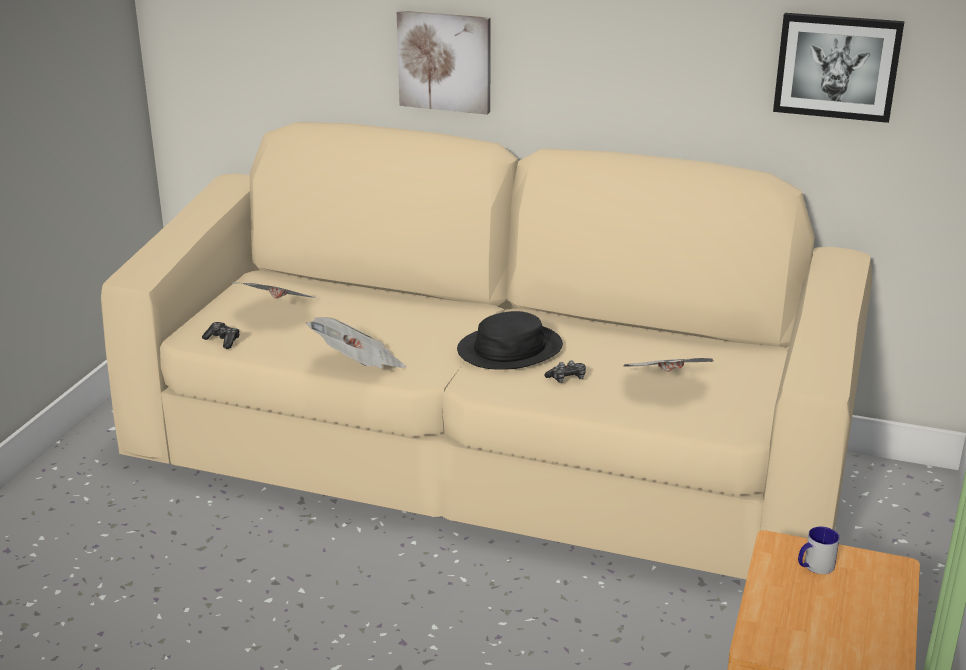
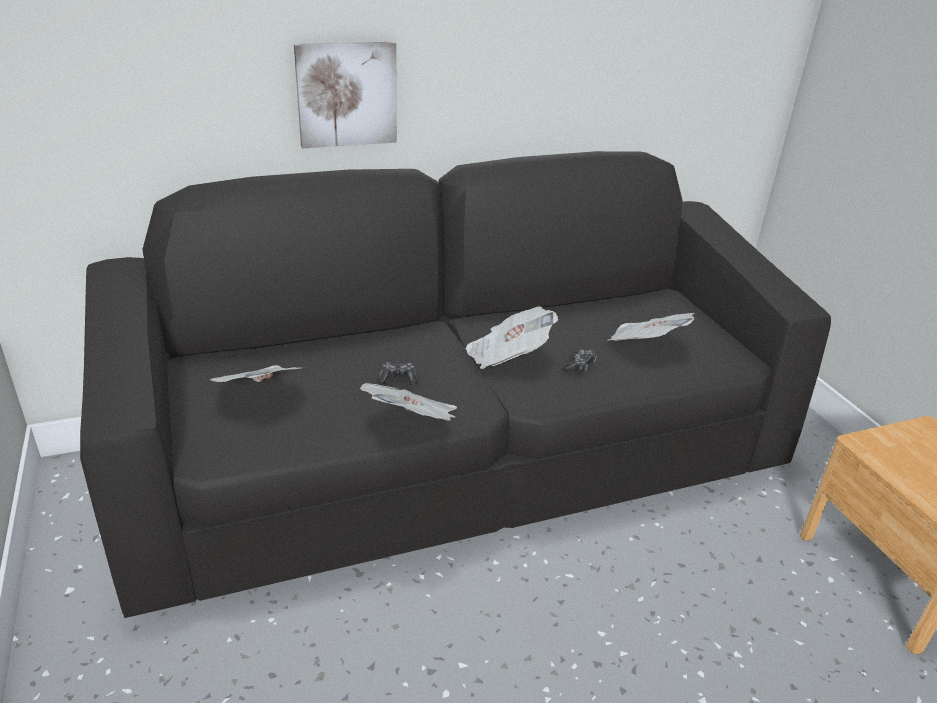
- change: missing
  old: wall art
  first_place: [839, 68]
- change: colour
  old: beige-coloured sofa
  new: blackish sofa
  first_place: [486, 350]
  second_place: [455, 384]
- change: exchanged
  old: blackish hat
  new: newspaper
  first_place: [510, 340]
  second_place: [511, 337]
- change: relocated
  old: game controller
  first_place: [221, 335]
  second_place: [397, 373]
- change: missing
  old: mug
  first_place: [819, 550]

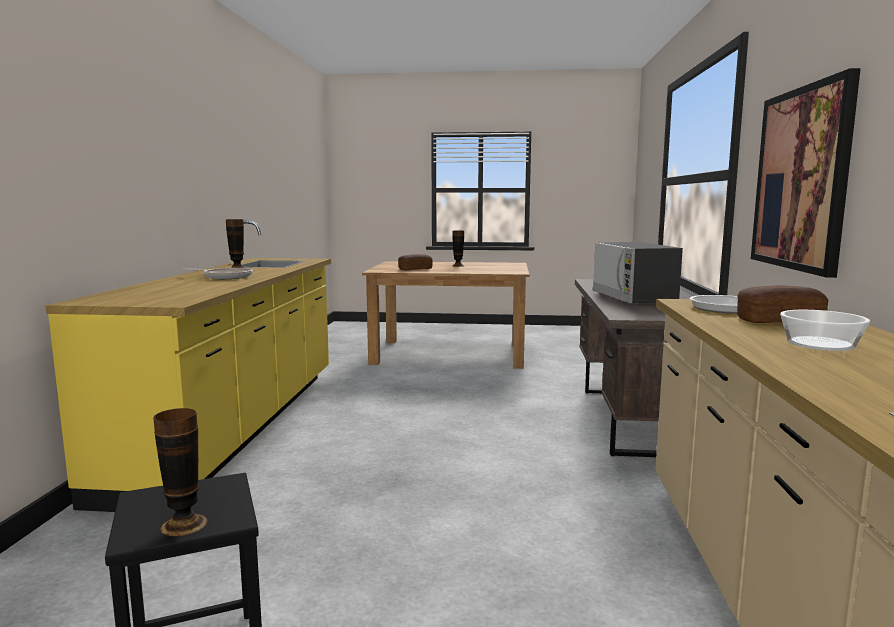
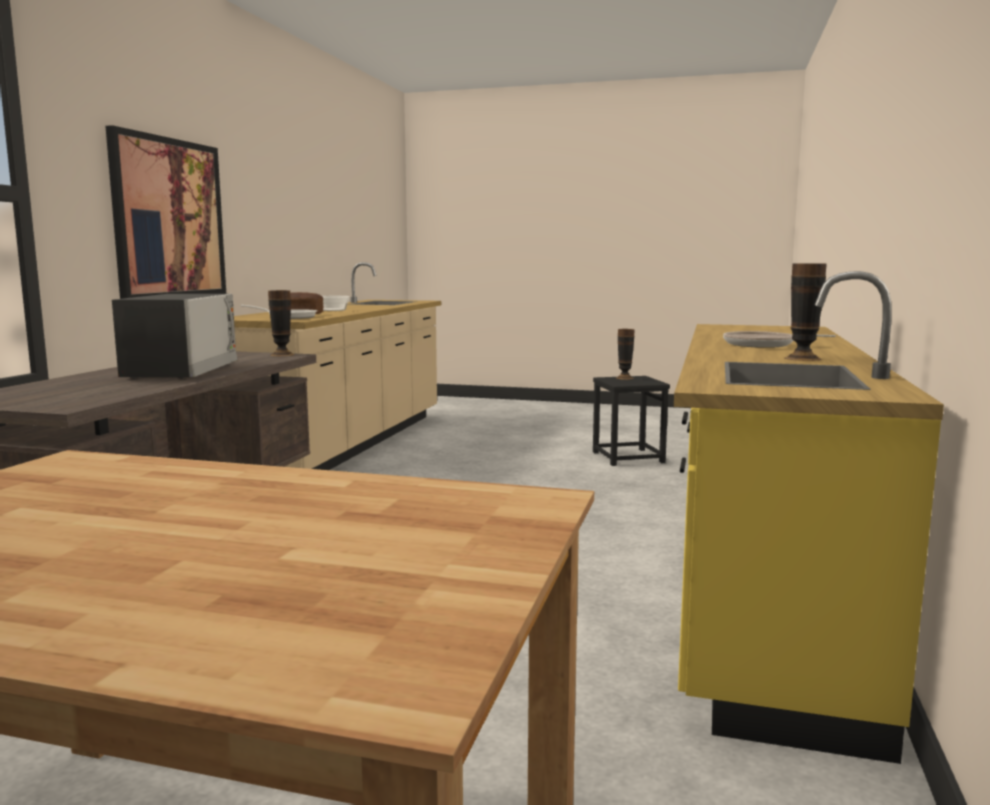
- change: relocated
  old: vase
  first_place: [458, 249]
  second_place: [281, 323]
- change: missing
  old: bakery bread
  first_place: [415, 262]

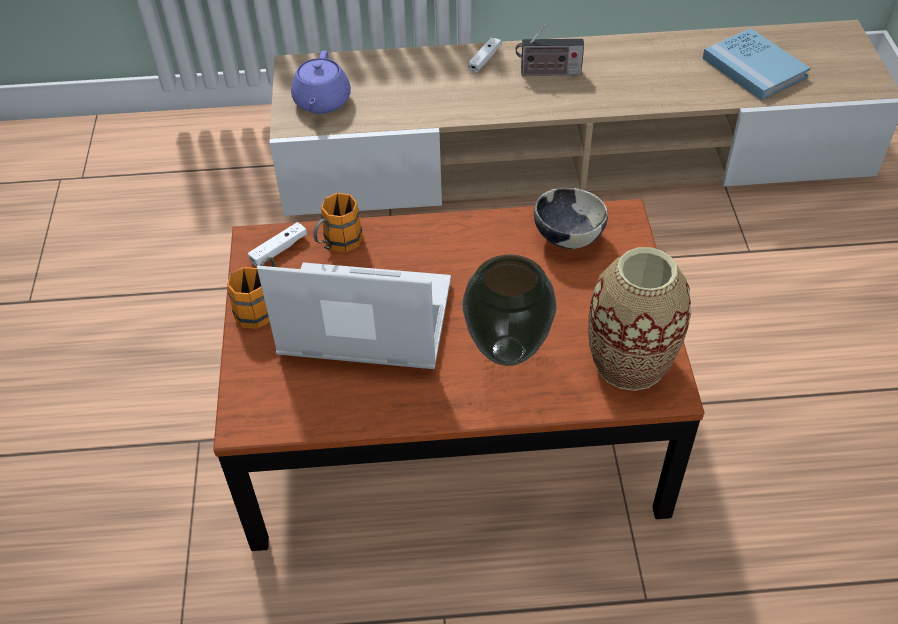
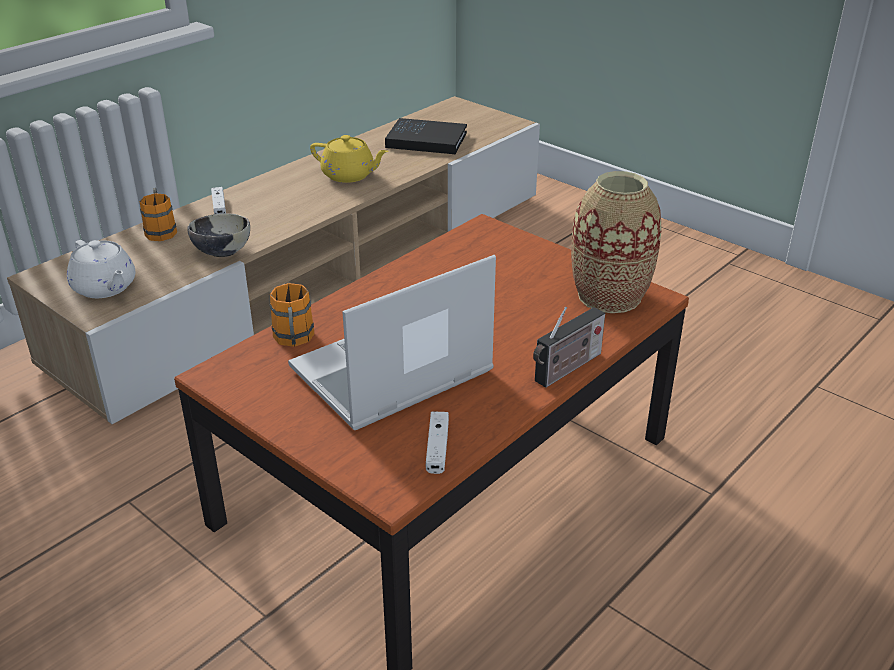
- change: relocated
  old: radio set
  first_place: [550, 50]
  second_place: [569, 347]
- change: colour
  old: blue book
  new: blackish book
  first_place: [756, 64]
  second_place: [426, 136]
- change: colour
  old: purple teapot
  new: white teapot
  first_place: [321, 82]
  second_place: [101, 269]
- change: relocated
  old: serving bowl
  first_place: [571, 218]
  second_place: [218, 235]
- change: relocated
  old: white game controller
  first_place: [277, 244]
  second_place: [437, 442]
- change: missing
  old: vase
  first_place: [509, 310]
- change: relocated
  old: orange mug
  first_place: [251, 293]
  second_place: [158, 214]
- change: appeared
  new: yellowish teapot
  second_place: [349, 159]

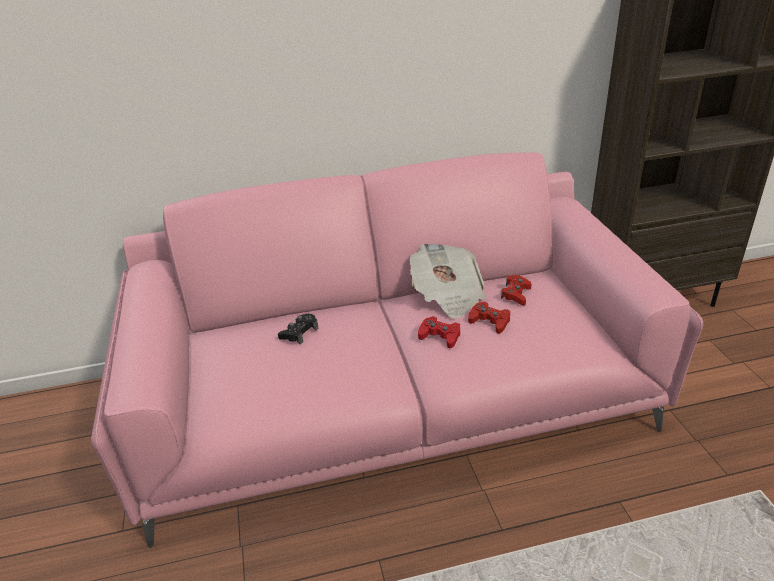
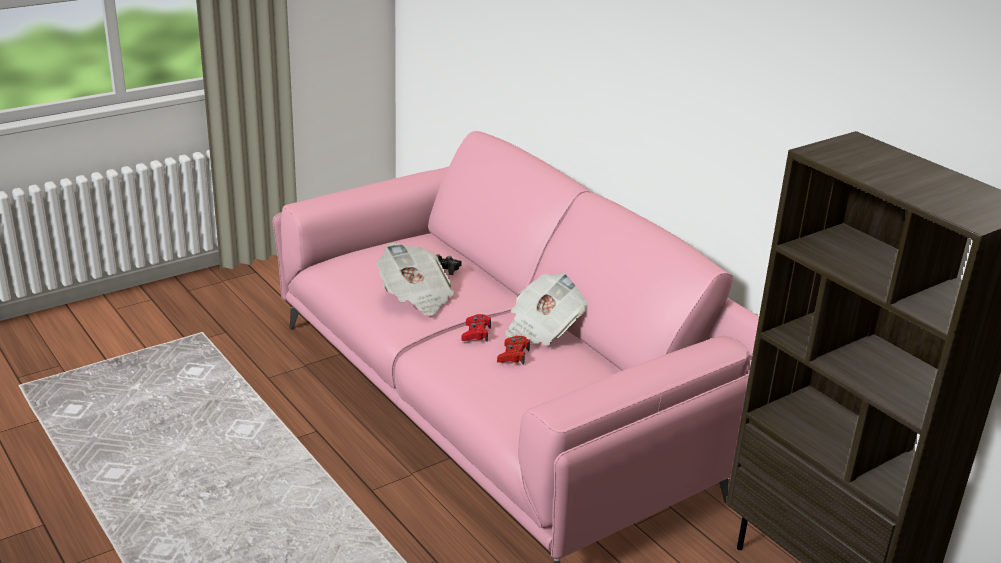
- change: missing
  old: red game controller
  first_place: [516, 290]
- change: appeared
  new: newspaper
  second_place: [416, 279]

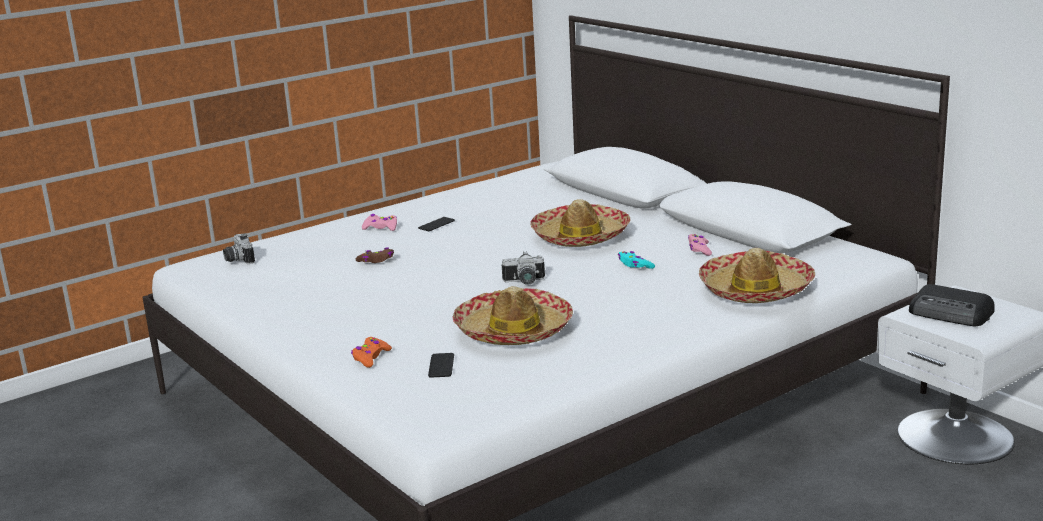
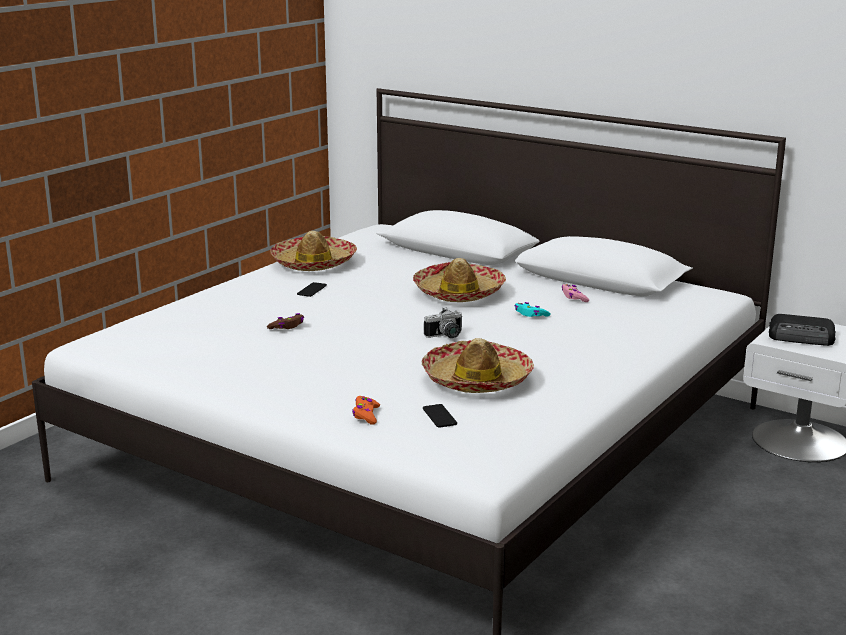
- change: missing
  old: pinkish game controller
  first_place: [379, 222]
- change: missing
  old: photo camera
  first_place: [239, 248]
- change: relocated
  old: hat
  first_place: [757, 275]
  second_place: [313, 251]

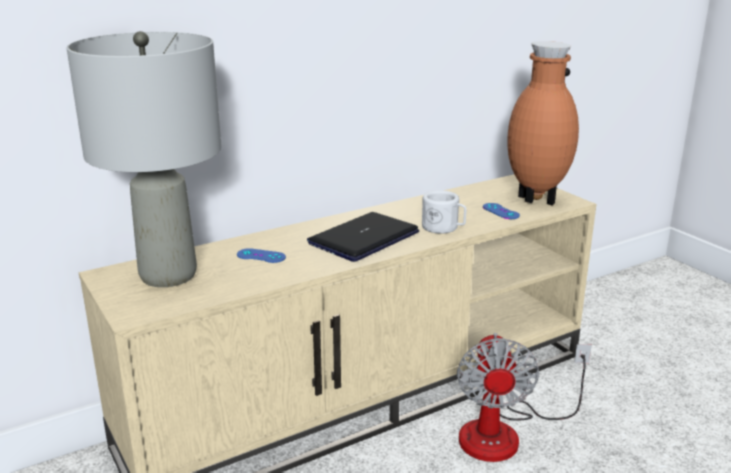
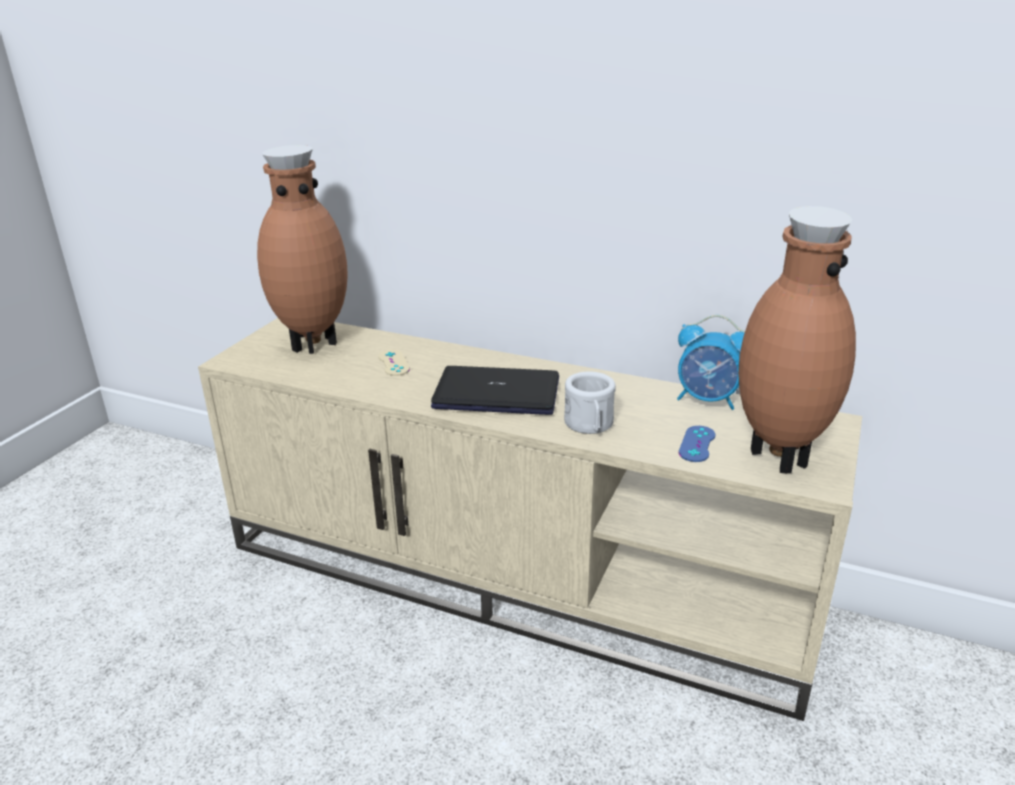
- change: exchanged
  old: grey table lamp
  new: brownish vase
  first_place: [144, 159]
  second_place: [302, 249]
- change: colour
  old: blue game controller
  new: beige-coloured game controller
  first_place: [261, 255]
  second_place: [394, 363]
- change: missing
  old: fan
  first_place: [524, 397]
- change: appeared
  new: table clock
  second_place: [711, 362]

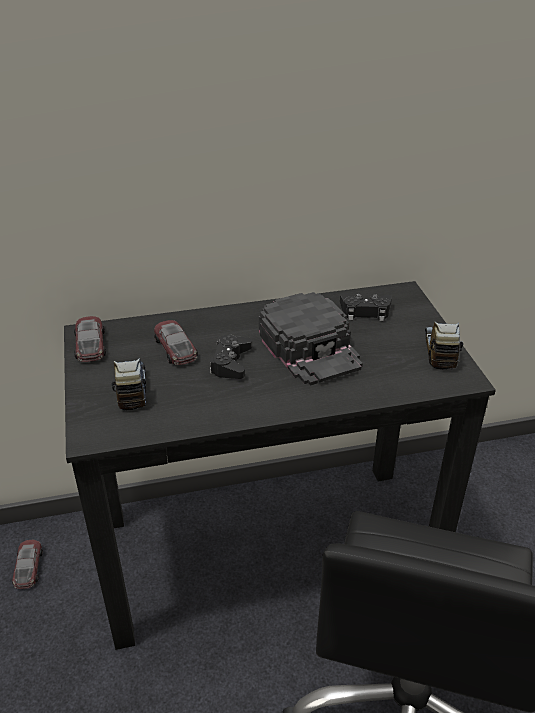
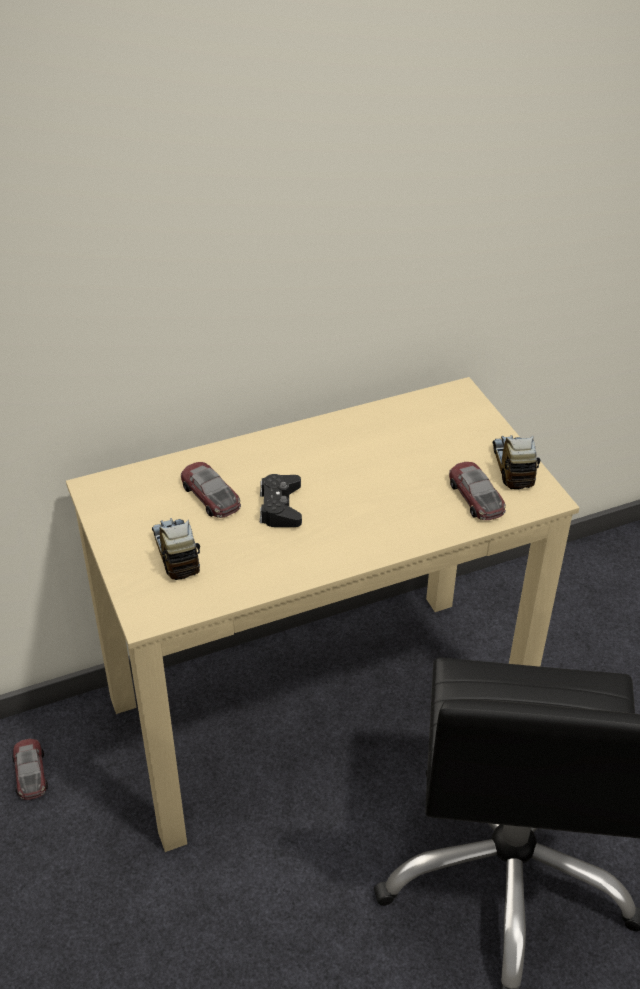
- change: colour
  old: blackish desk table
  new: beige-coloured desk table
  first_place: [280, 465]
  second_place: [323, 614]
- change: missing
  old: blackish cap
  first_place: [311, 339]
- change: missing
  old: blackish game controller
  first_place: [366, 307]
- change: relocated
  old: miniature car
  first_place: [90, 339]
  second_place: [477, 491]

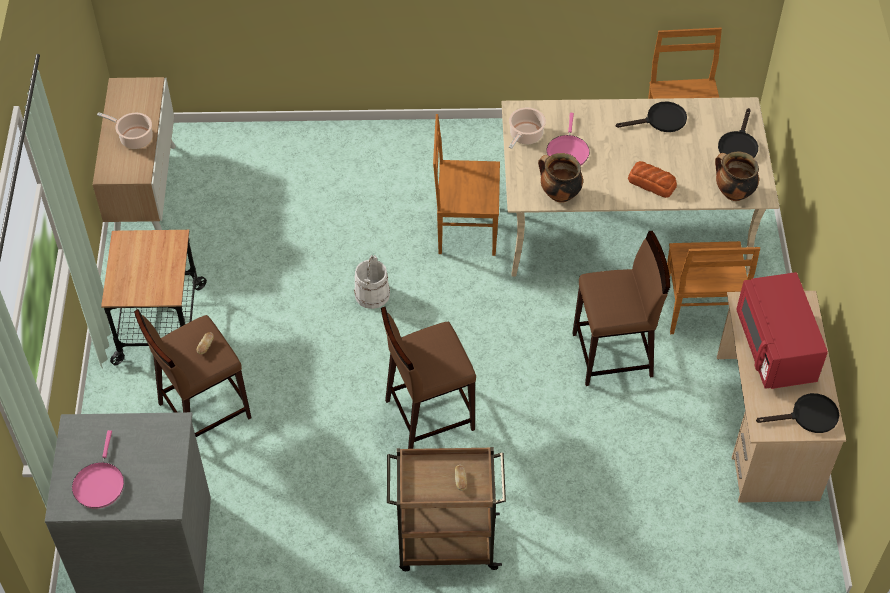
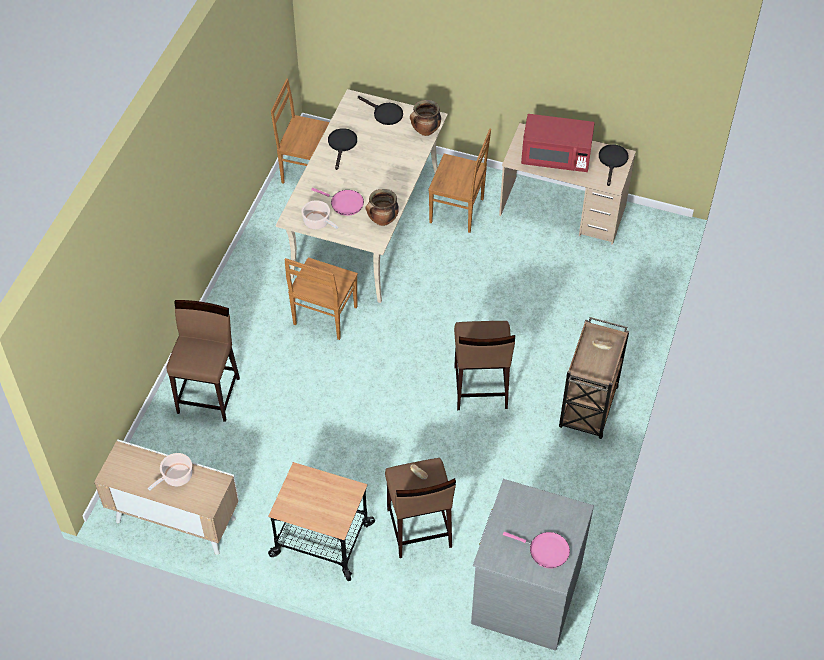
- change: missing
  old: bakery bread
  first_place: [652, 179]
- change: relocated
  old: brownish sitting stool
  first_place: [621, 308]
  second_place: [203, 361]
- change: missing
  old: white bucket
  first_place: [372, 282]

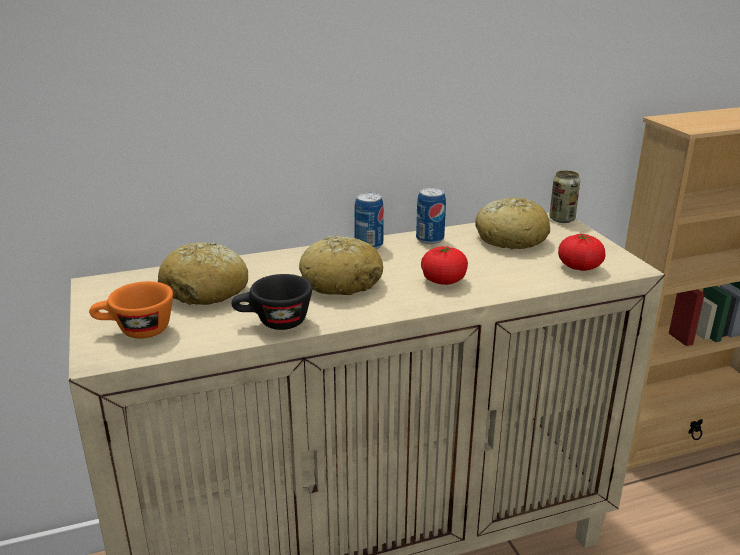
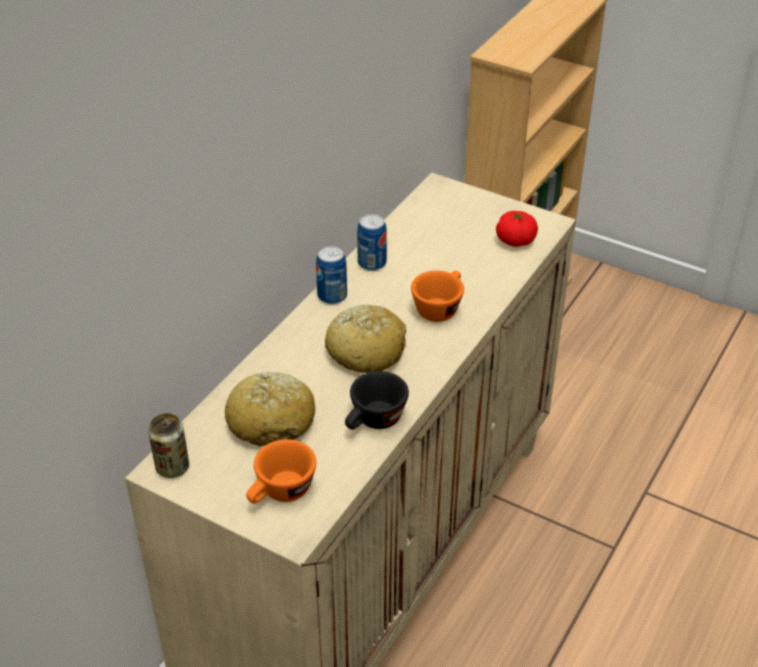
- change: relocated
  old: metal can
  first_place: [564, 196]
  second_place: [168, 445]
- change: missing
  old: bakery bread
  first_place: [512, 223]
- change: exchanged
  old: tomato
  new: orange cup
  first_place: [444, 265]
  second_place: [437, 296]

